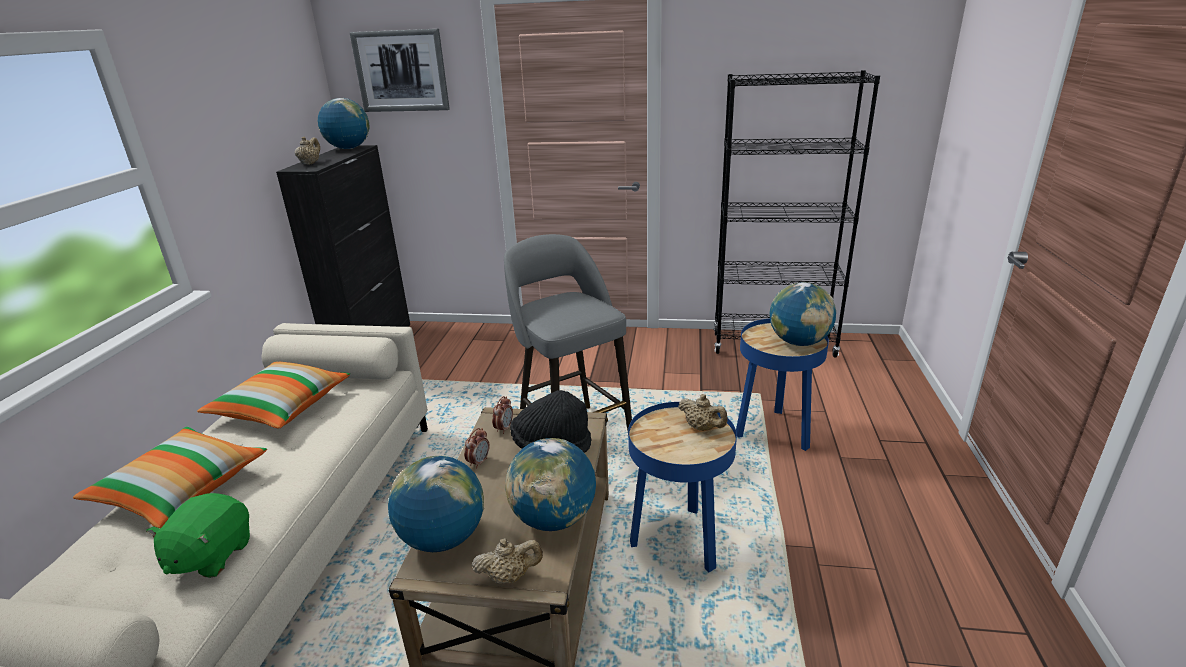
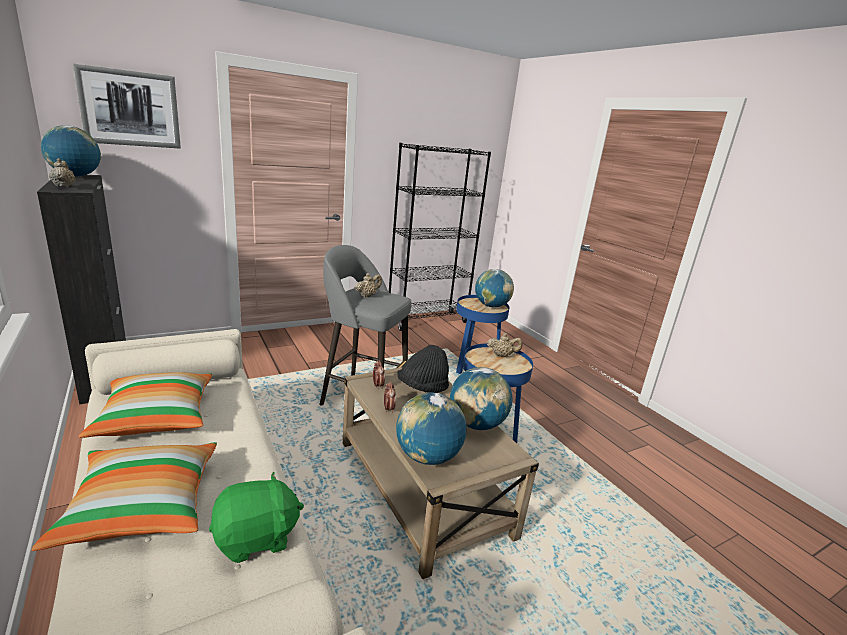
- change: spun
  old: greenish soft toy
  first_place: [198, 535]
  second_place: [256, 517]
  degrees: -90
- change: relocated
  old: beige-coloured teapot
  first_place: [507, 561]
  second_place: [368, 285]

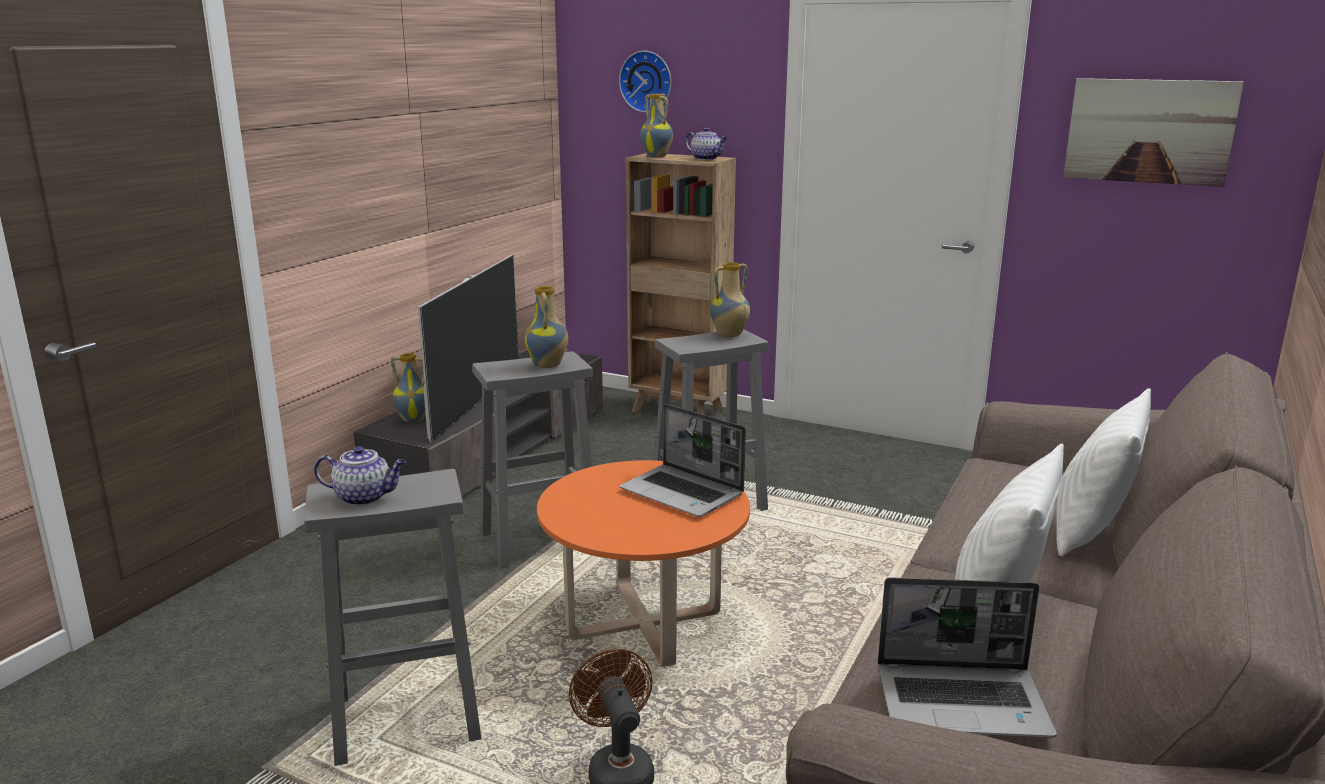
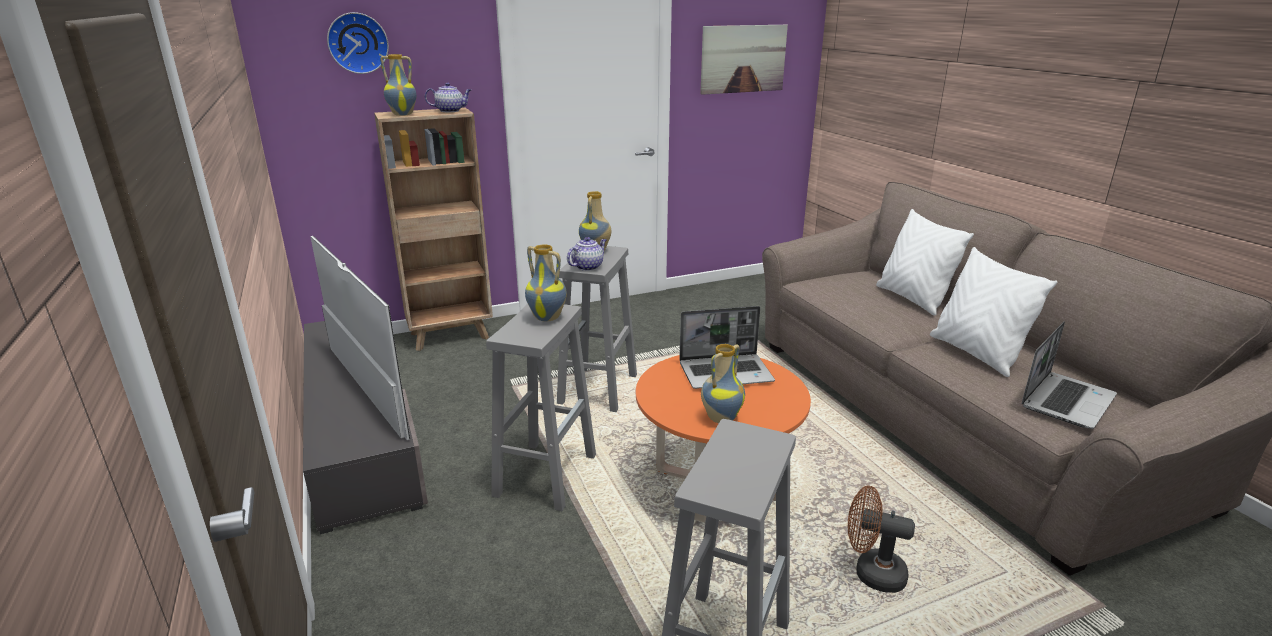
- change: relocated
  old: vase
  first_place: [408, 388]
  second_place: [723, 383]
- change: relocated
  old: teapot
  first_place: [360, 476]
  second_place: [587, 254]

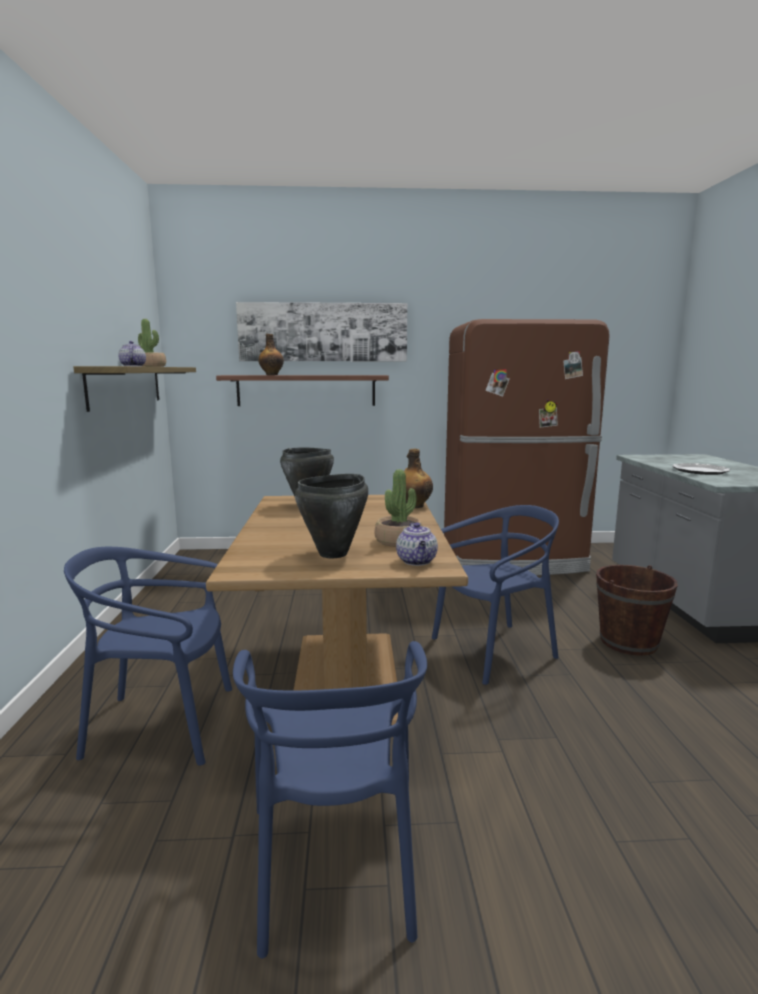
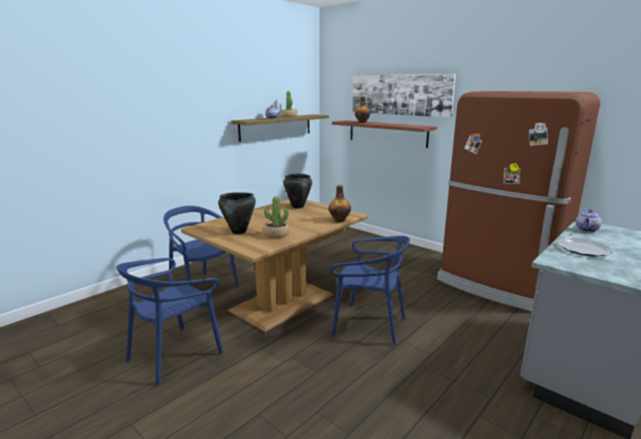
- change: relocated
  old: teapot
  first_place: [417, 544]
  second_place: [589, 220]
- change: missing
  old: brownish bucket
  first_place: [637, 610]

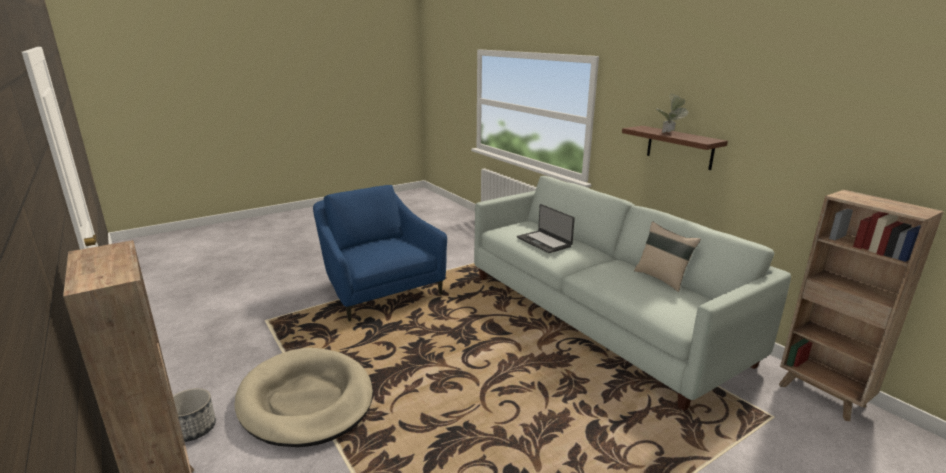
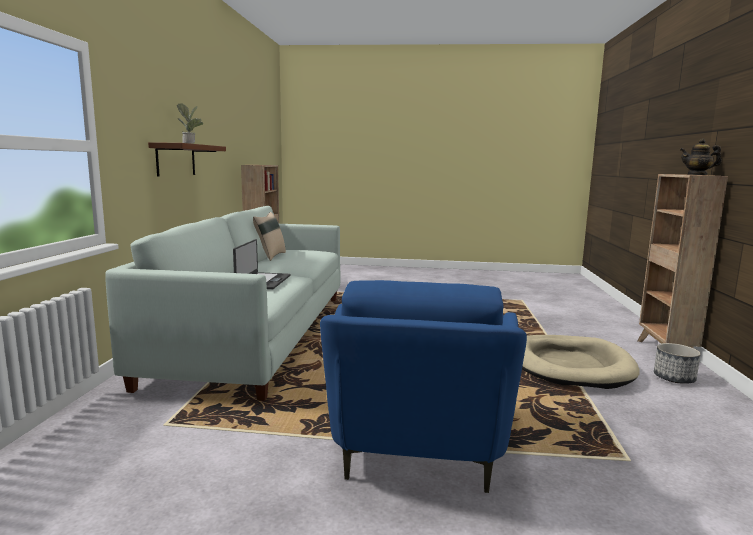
- change: appeared
  new: teapot
  second_place: [701, 157]

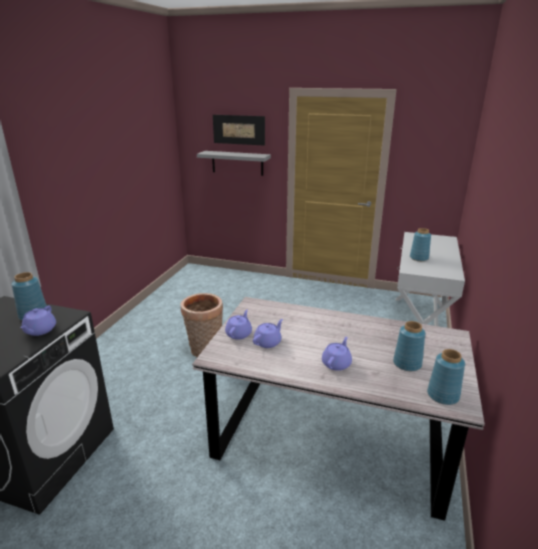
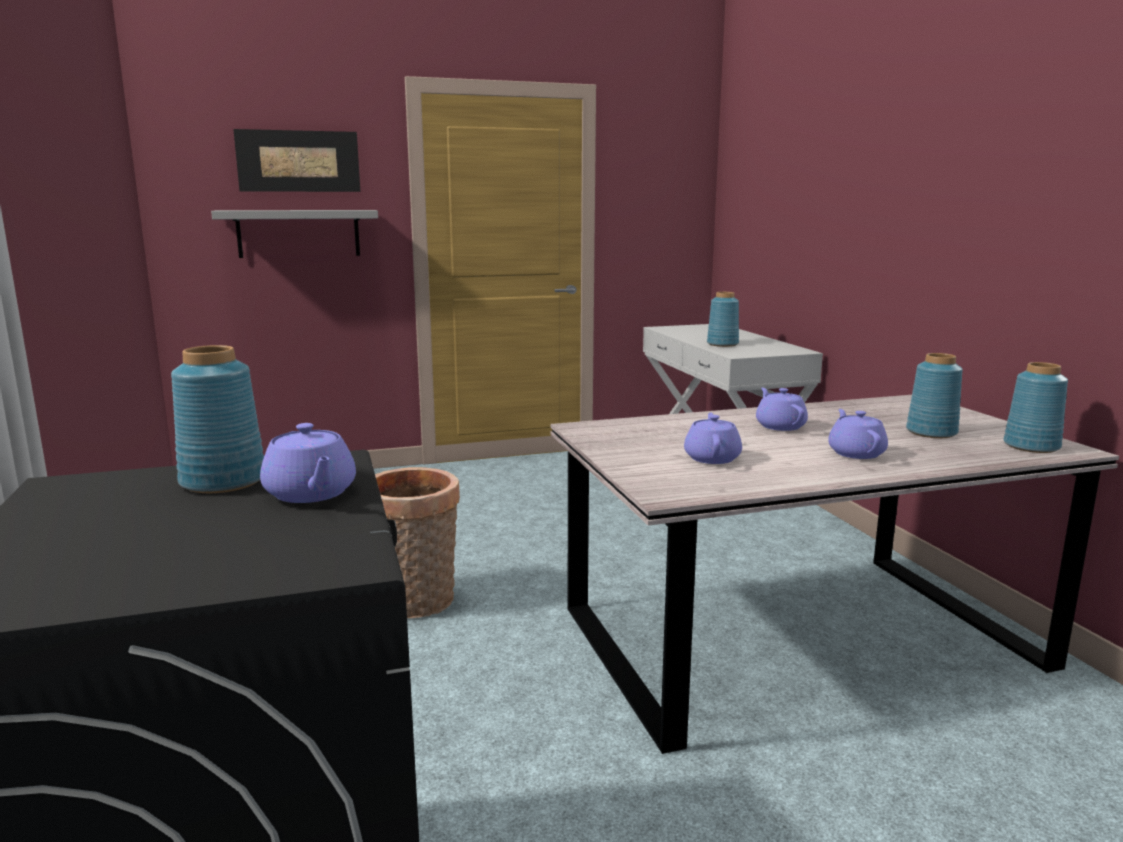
- change: relocated
  old: purple teapot
  first_place: [238, 325]
  second_place: [782, 409]

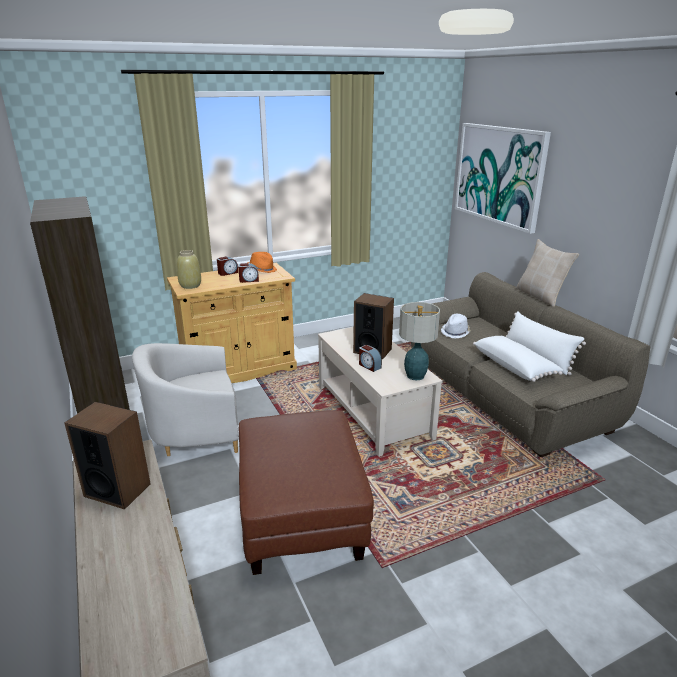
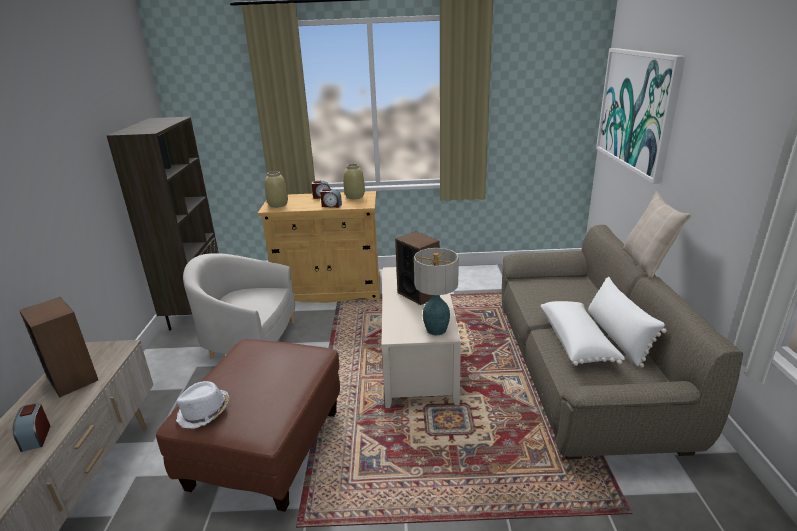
- change: exchanged
  old: orange hat
  new: beige-coloured vase
  first_place: [262, 262]
  second_place: [354, 181]
- change: relocated
  old: white hat
  first_place: [456, 326]
  second_place: [202, 405]
- change: relocated
  old: table clock
  first_place: [370, 358]
  second_place: [31, 427]

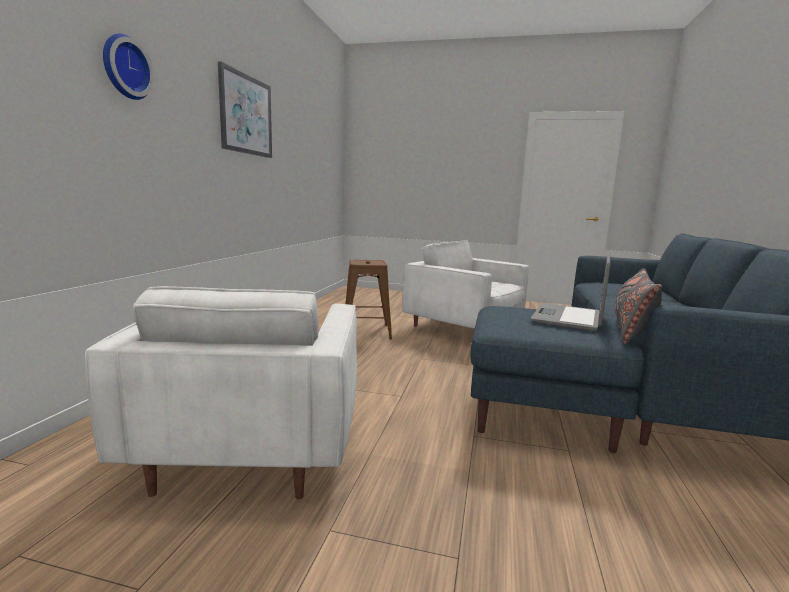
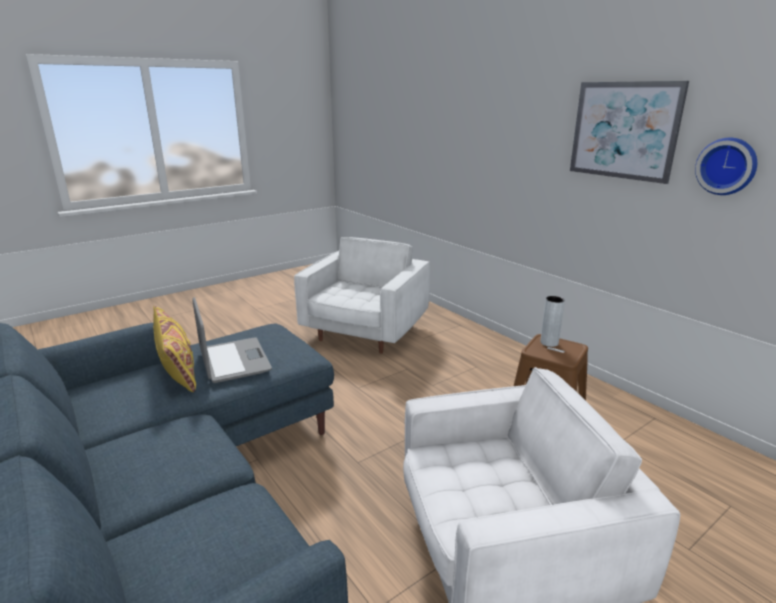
- change: relocated
  old: hanging clock
  first_place: [128, 67]
  second_place: [726, 166]
- change: colour
  old: grey pillow
  new: yellowish pillow
  first_place: [638, 306]
  second_place: [174, 349]
- change: spun
  old: white lounge chair
  first_place: [221, 392]
  second_place: [362, 295]
  degrees: 75
- change: appeared
  new: grey vase
  second_place: [552, 321]

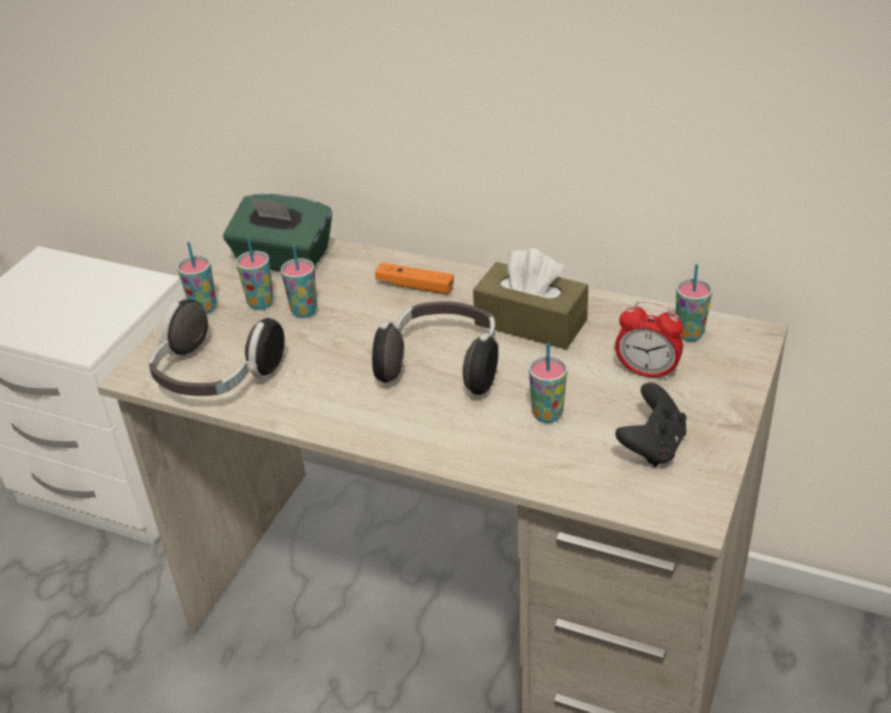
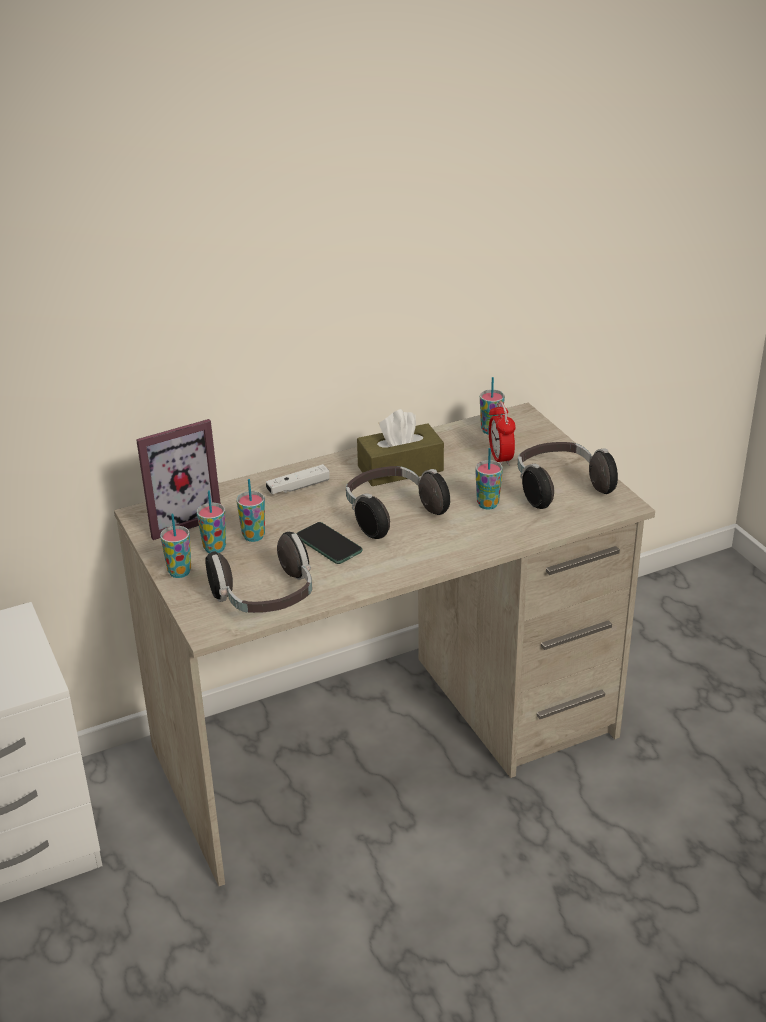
- change: exchanged
  old: greenish box of tissues
  new: standing frame
  first_place: [277, 232]
  second_place: [178, 479]
- change: colour
  old: orange game controller
  new: white game controller
  first_place: [414, 278]
  second_place: [298, 479]
- change: spun
  old: table clock
  first_place: [649, 340]
  second_place: [502, 433]
  degrees: 105
- change: exchanged
  old: blackish game controller
  new: headset
  first_place: [651, 425]
  second_place: [568, 475]
- change: appeared
  new: handset
  second_place: [330, 543]

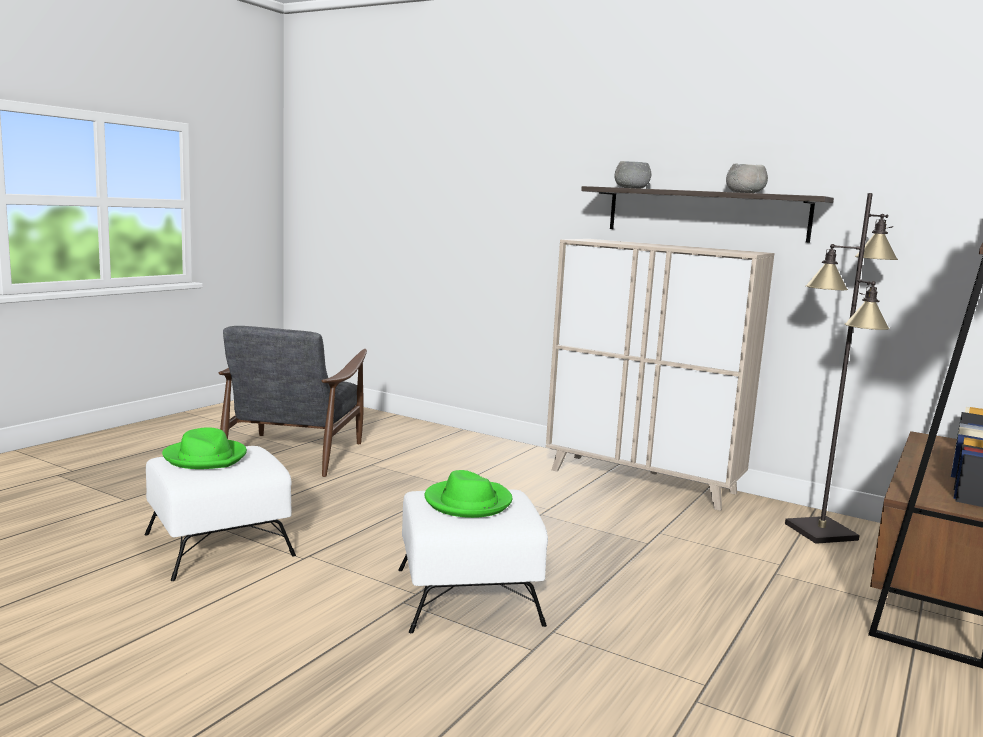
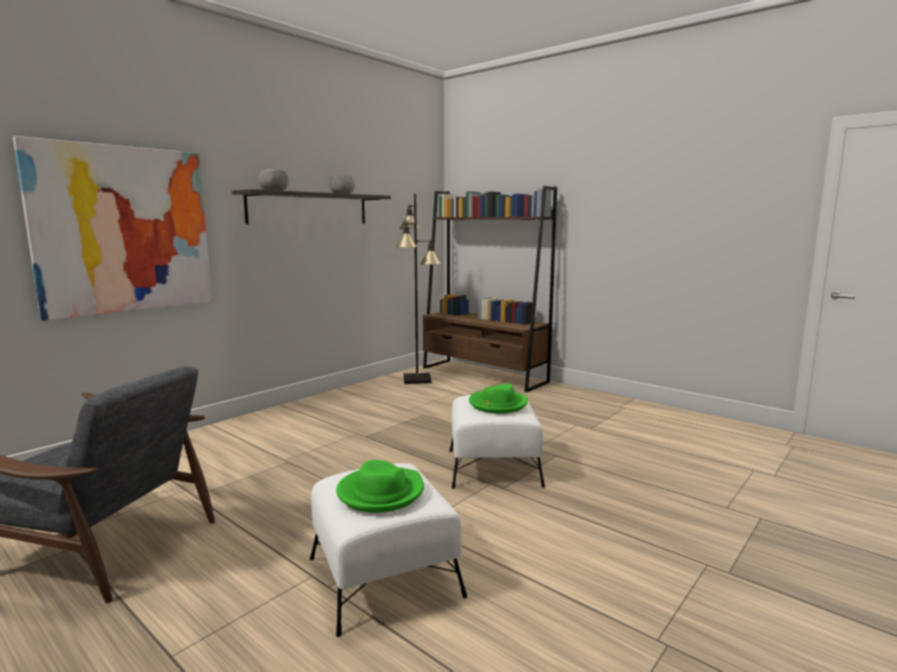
- change: missing
  old: beige-coloured cupboard
  first_place: [660, 375]
- change: appeared
  new: wall art
  second_place: [112, 228]

